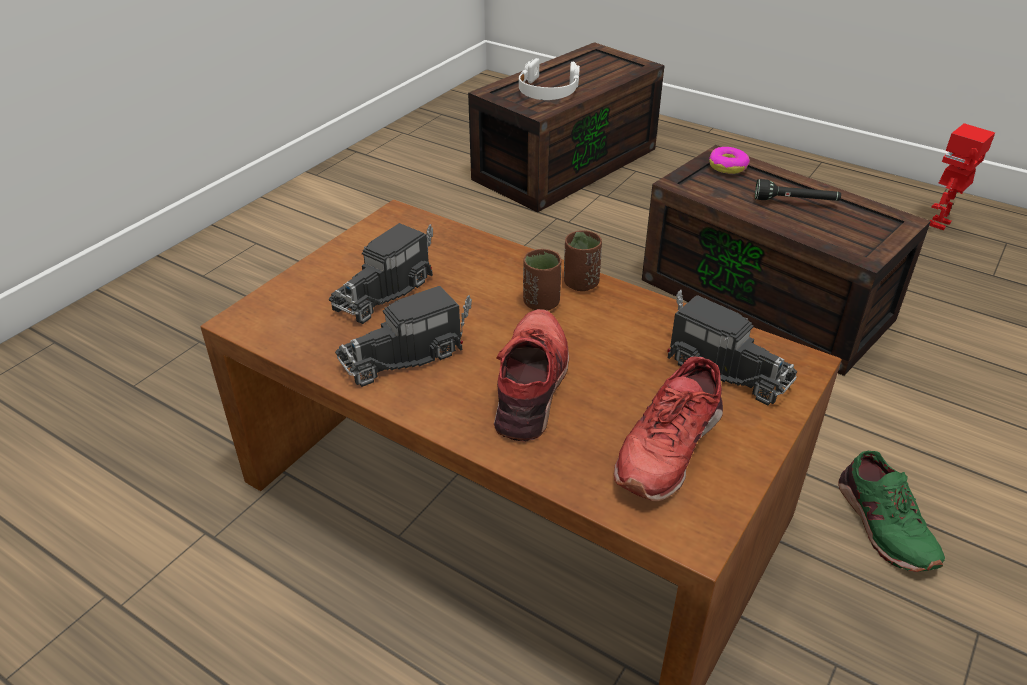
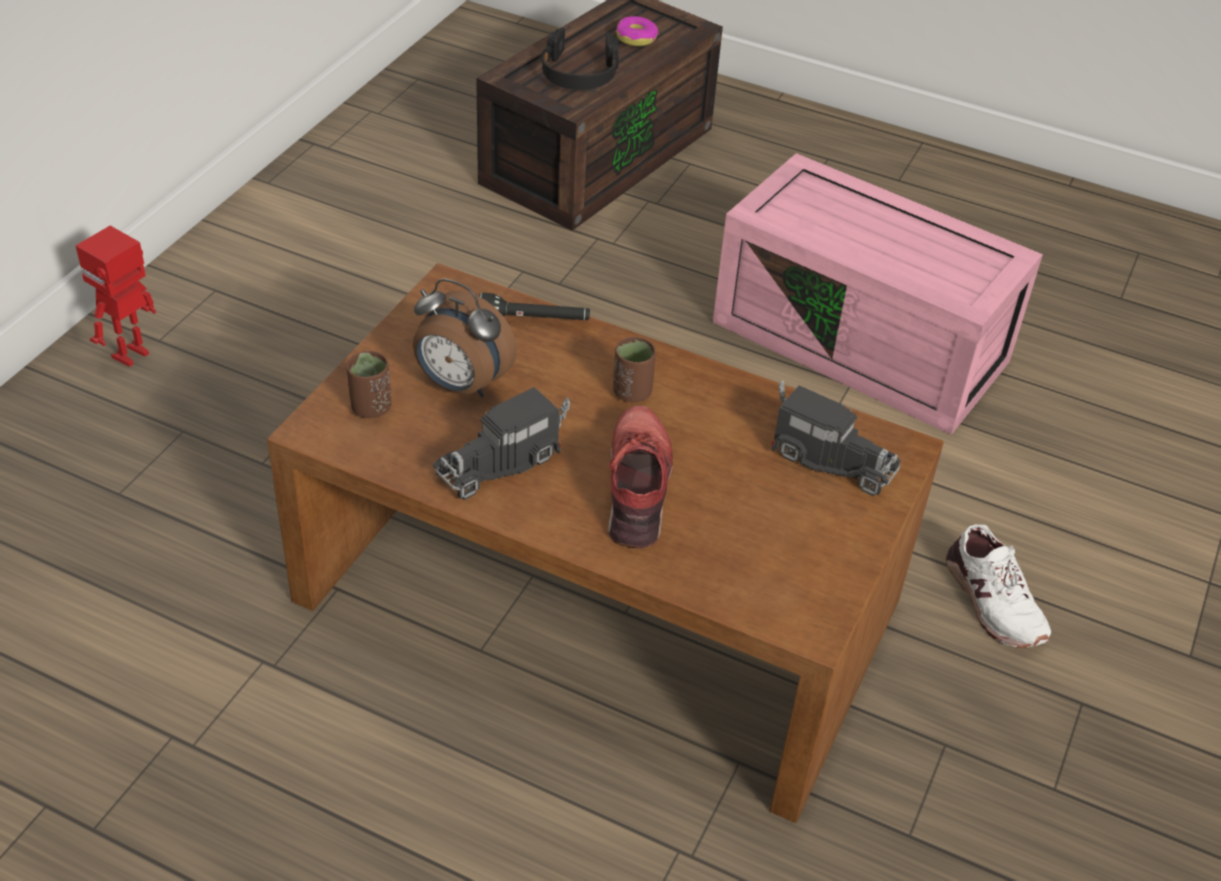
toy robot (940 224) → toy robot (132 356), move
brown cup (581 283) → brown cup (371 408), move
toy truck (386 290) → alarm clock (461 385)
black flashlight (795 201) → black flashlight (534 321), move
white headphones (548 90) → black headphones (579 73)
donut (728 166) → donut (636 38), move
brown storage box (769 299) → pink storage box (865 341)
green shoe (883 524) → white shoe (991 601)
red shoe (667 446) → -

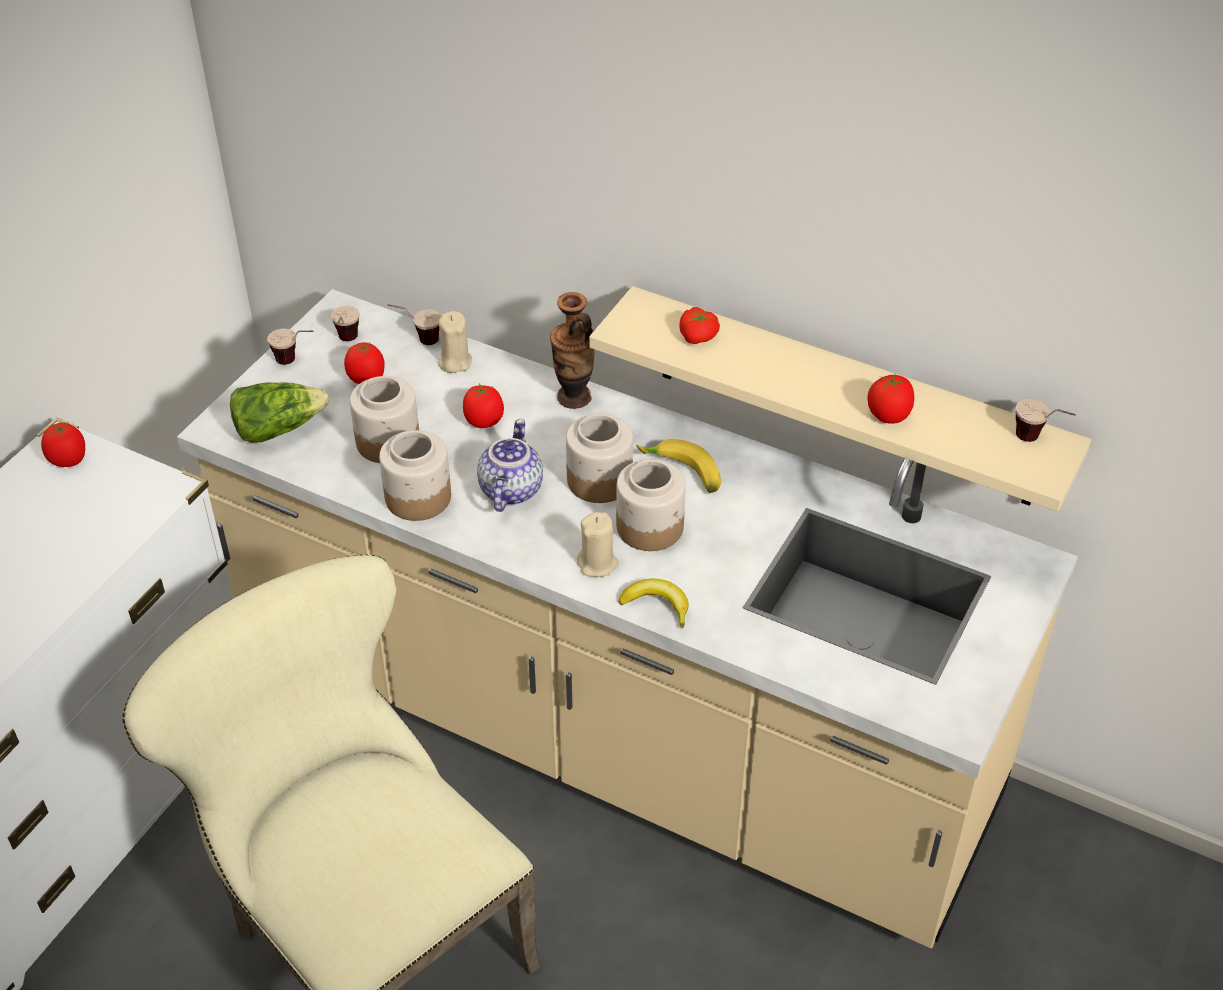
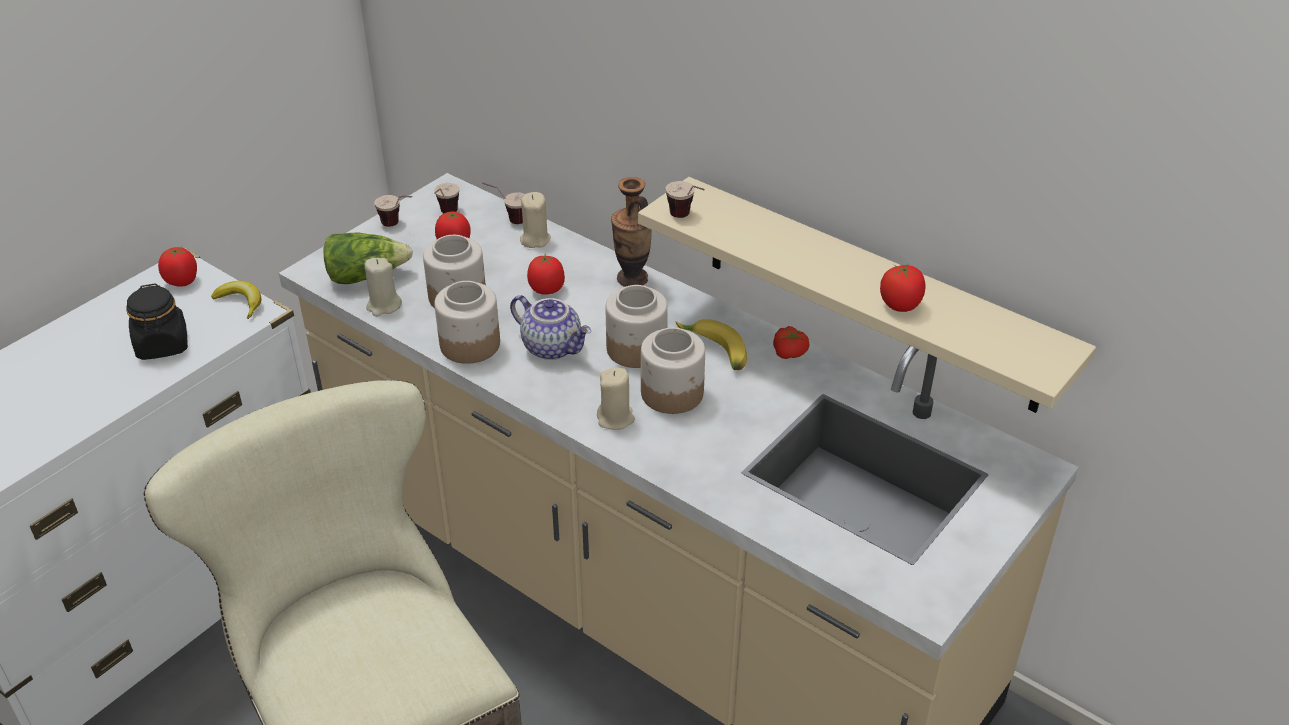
- → black jar (162 345)
banana (657 605) → banana (241 302), move
- → beige candle (383 306)
teapot (509 489) → teapot (553 347), 105 degrees clockwise
cup (1038 441) → cup (686 218), move
tomato (699 336) → tomato (790 352), move

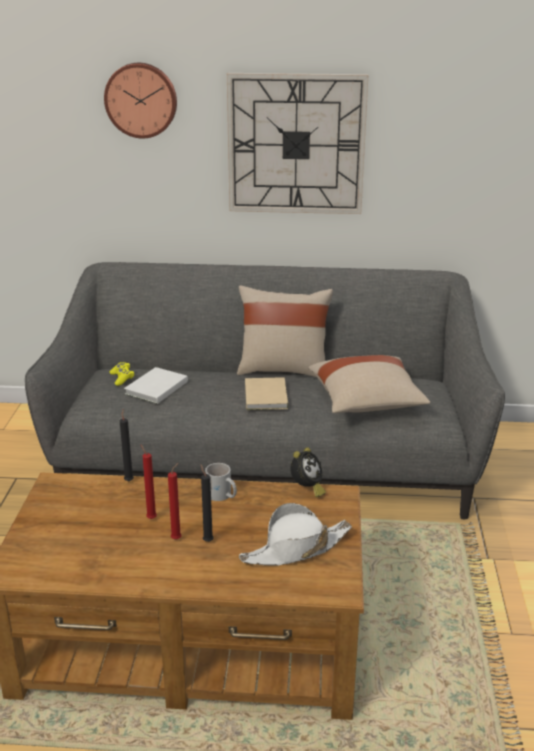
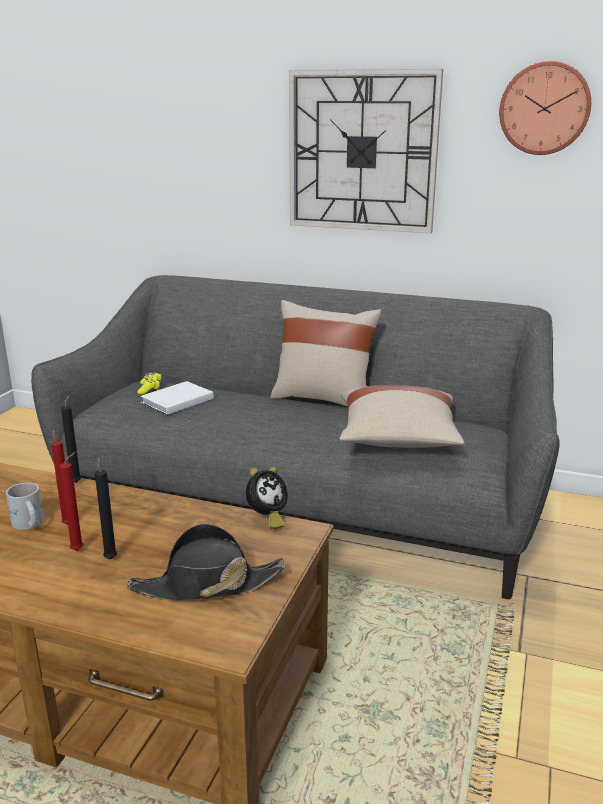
white mug (221 496) → white mug (28 524), move
white hat (295 549) → black hat (207 585)
wall clock (141 100) → wall clock (544 108), move
beige book (266 395) → -

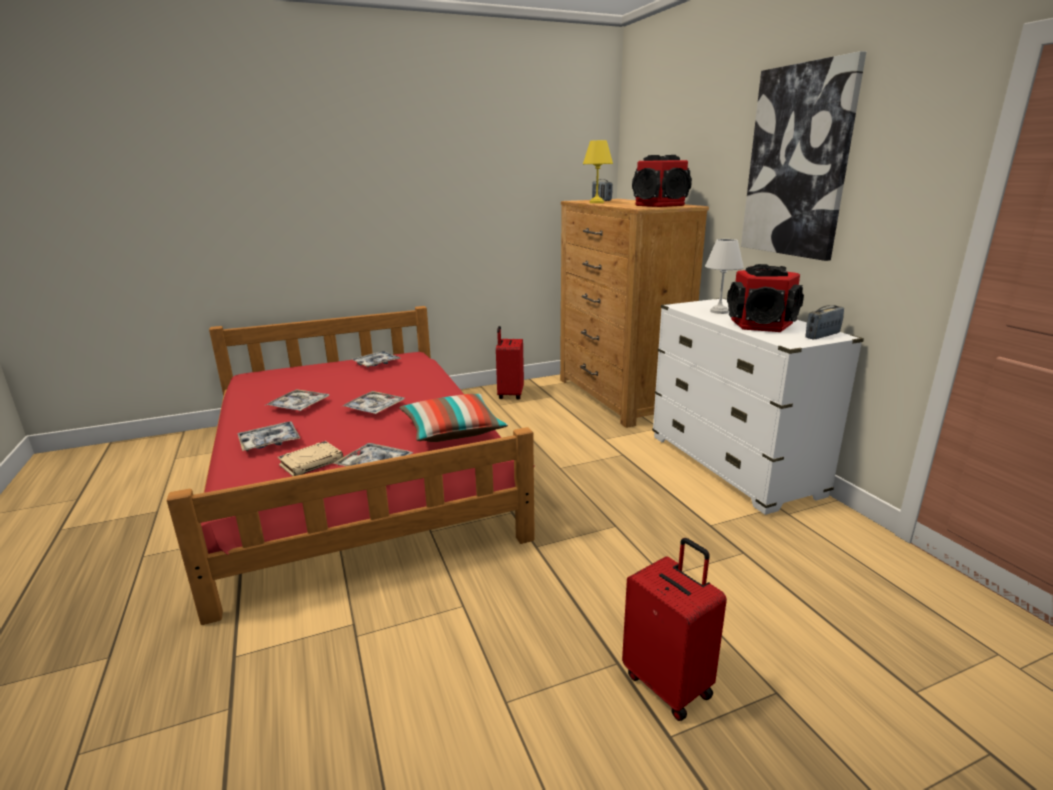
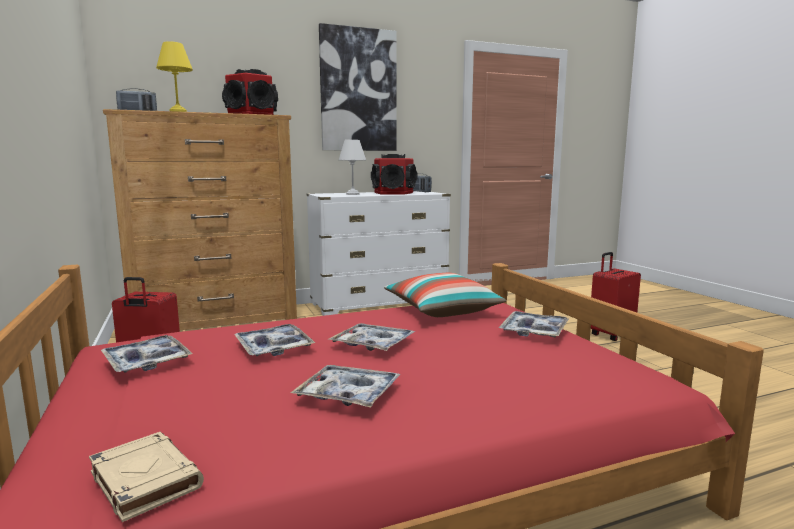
beige book (312 462) → beige book (144 480), move
tray (270 442) → tray (274 347), move

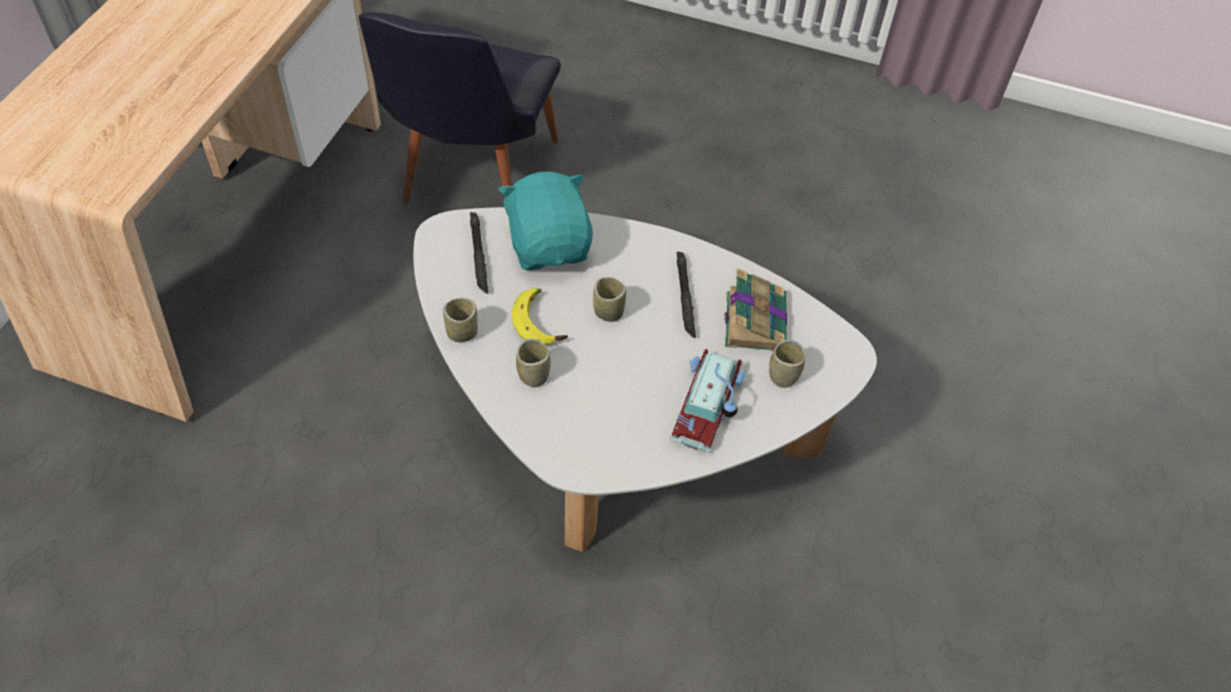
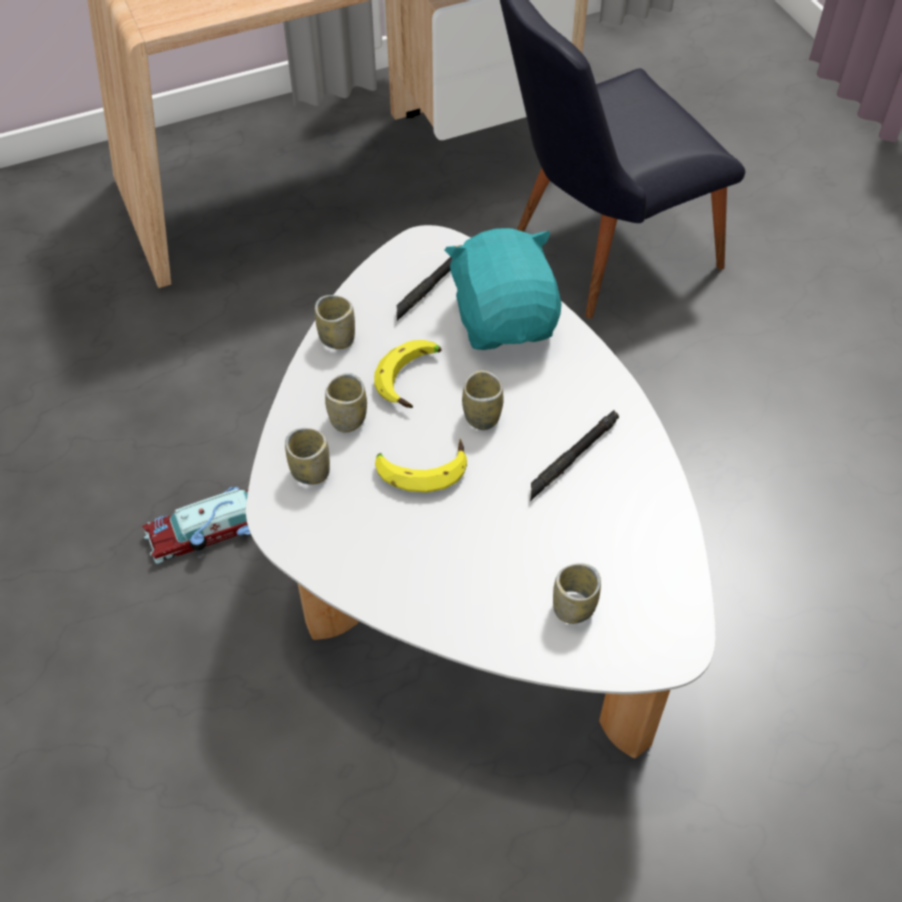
toy car (709 403) → toy car (209 531), move
- → cup (310 472)
- → banana (422 467)
turquoise plush toy (549 245) → turquoise plush toy (505 319), 45 degrees counterclockwise
book (755 320) → -

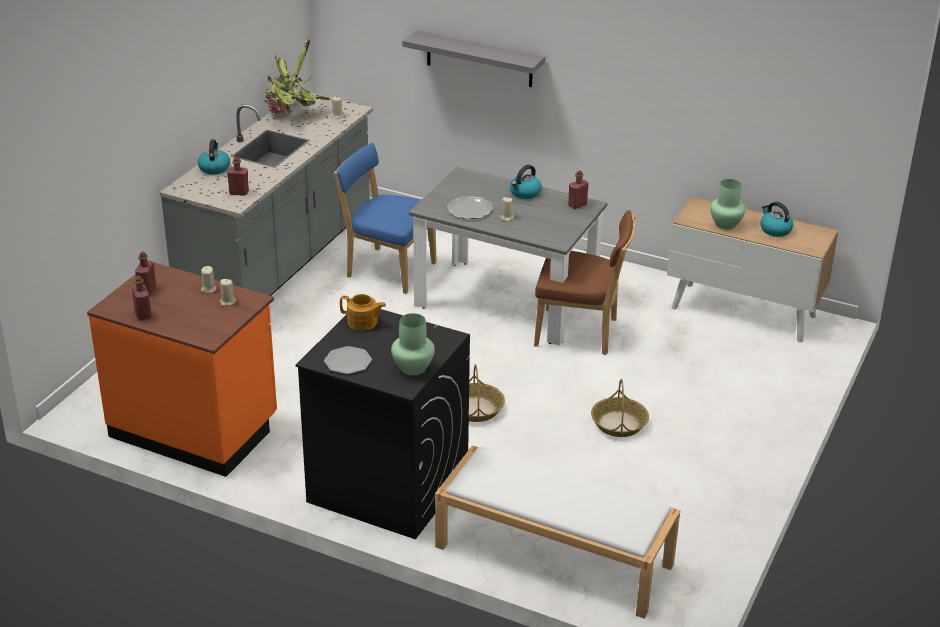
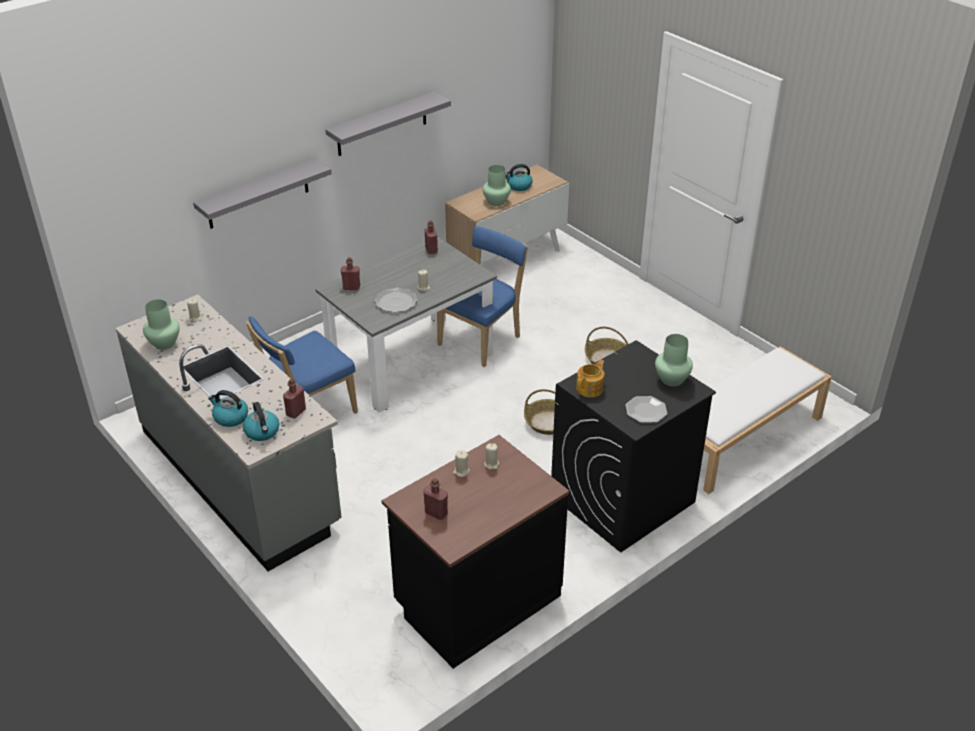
potted plant (293 115) → green vase (165 343)
kettle (525 193) → kettle (262 432), move
- → grey shelf (382 124)
red bottle (143 315) → red bottle (351 287), move
orange counter (195 428) → black counter (476 600)
brown chair (580 333) → blue chair (482 339)

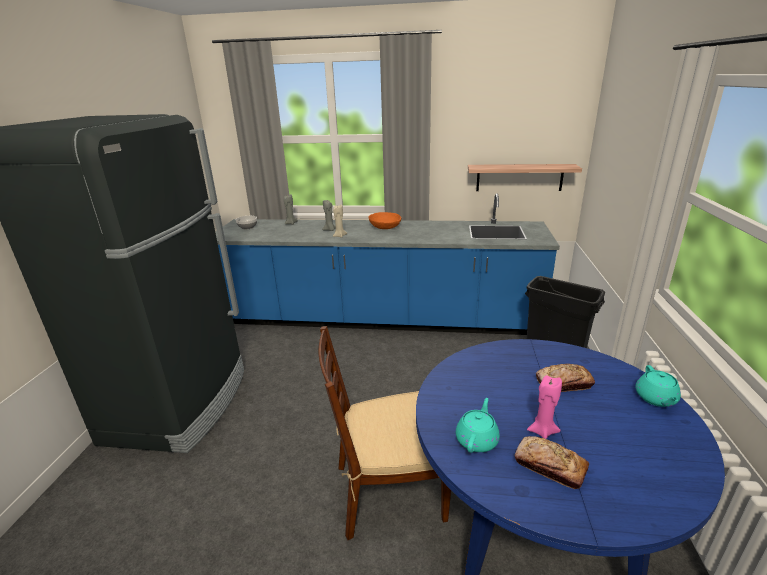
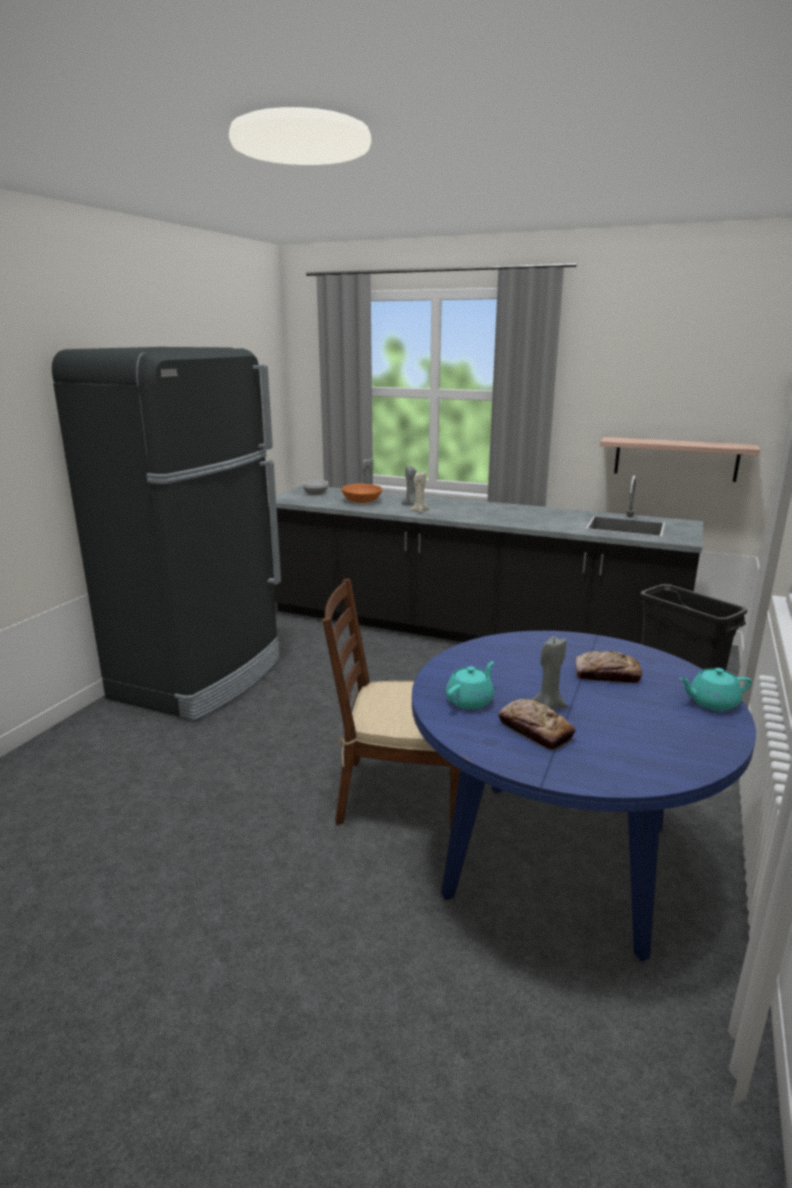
blue counter (380 319) → black counter (464 631)
orange bowl (385 227) → orange bowl (361 501), move
pink candle (542 431) → grey candle (548 705)
turquoise teapot (656 398) → turquoise teapot (712 703), 60 degrees clockwise

